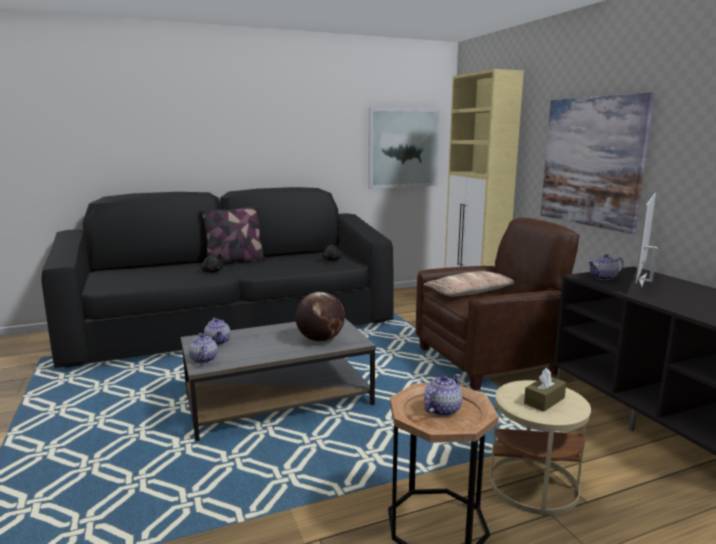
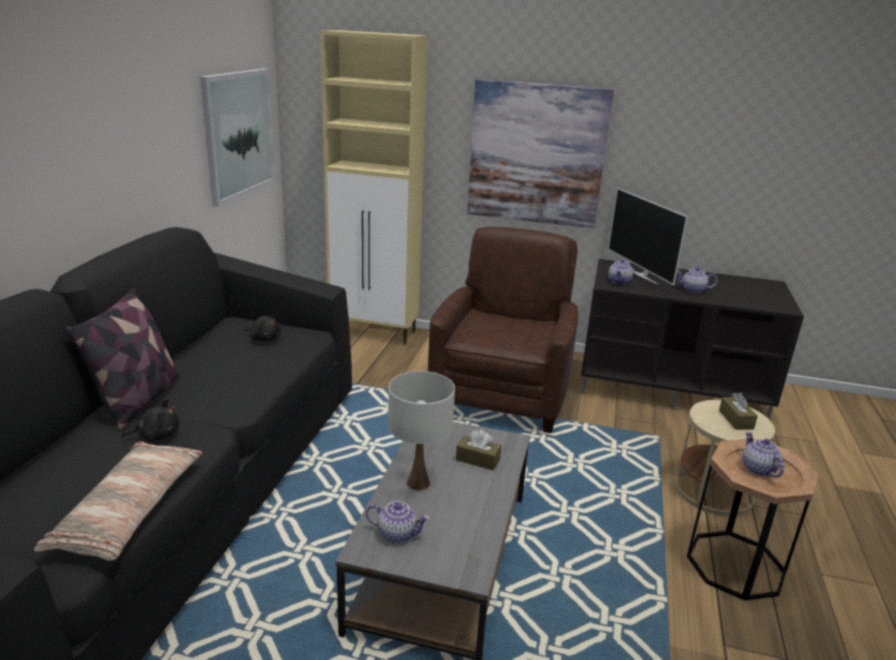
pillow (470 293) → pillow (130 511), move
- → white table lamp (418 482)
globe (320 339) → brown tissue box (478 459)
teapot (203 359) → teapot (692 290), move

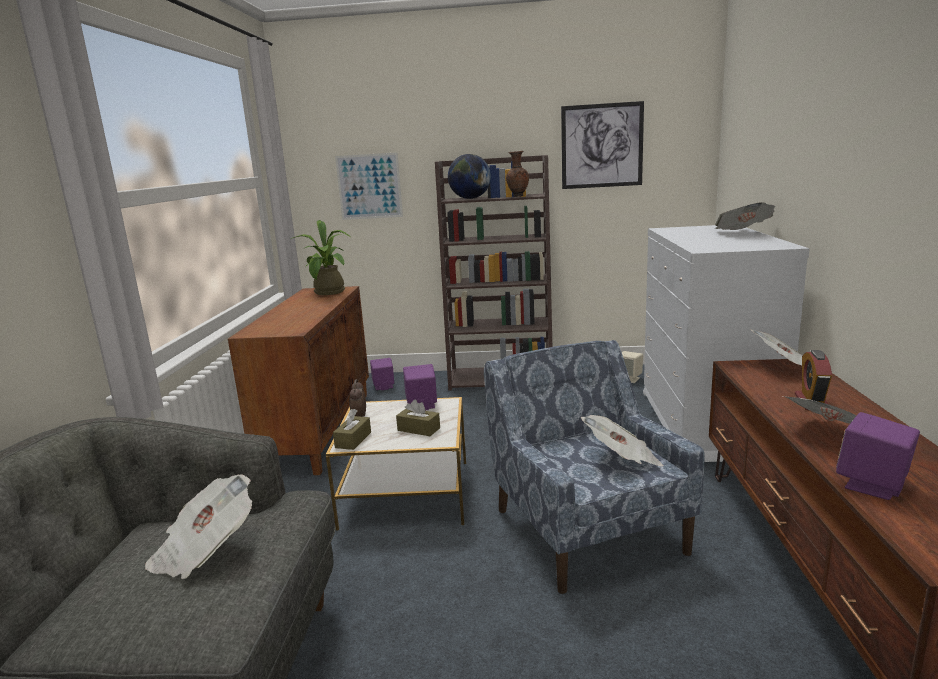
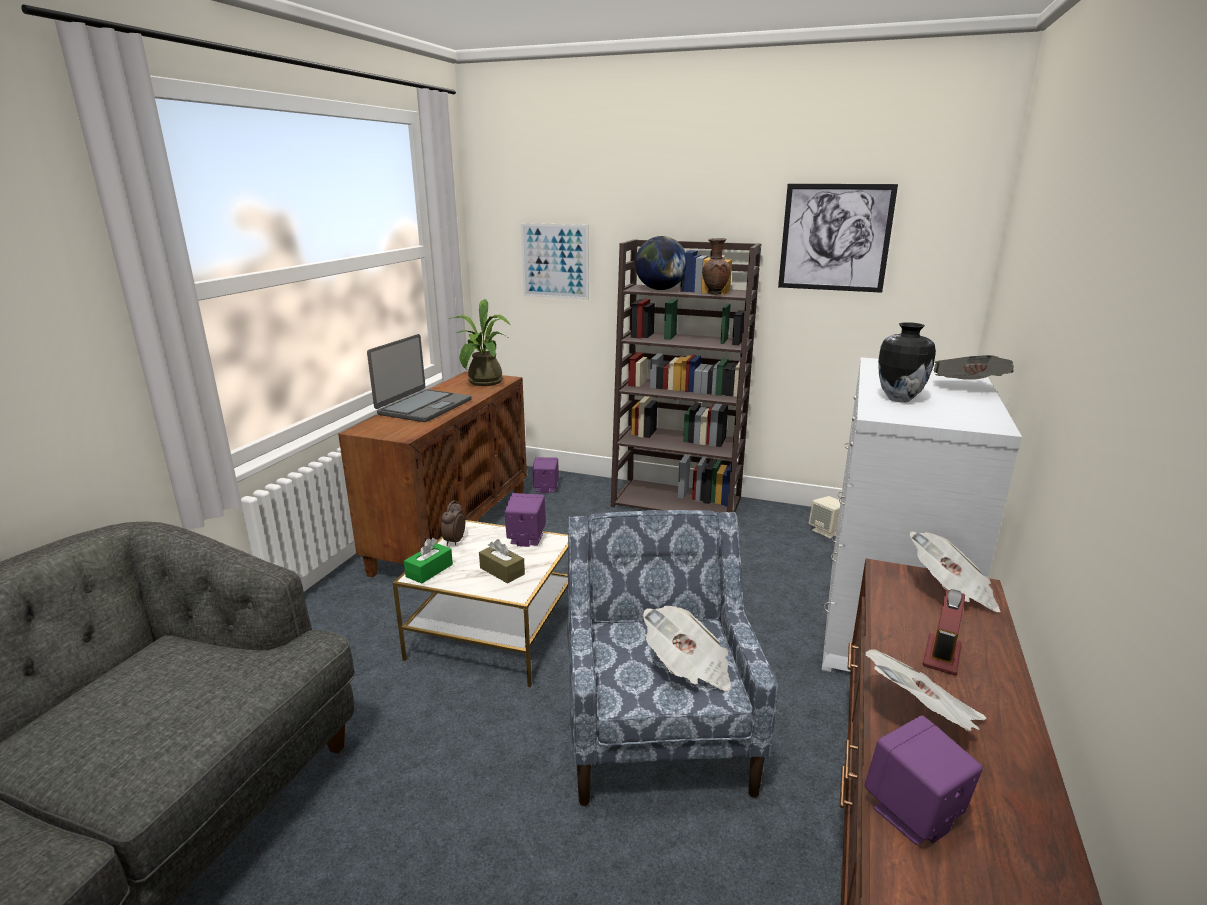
- → laptop (423 407)
brown tissue box (353 440) → green tissue box (429 570)
- → vase (898 399)
newspaper (205 550) → -

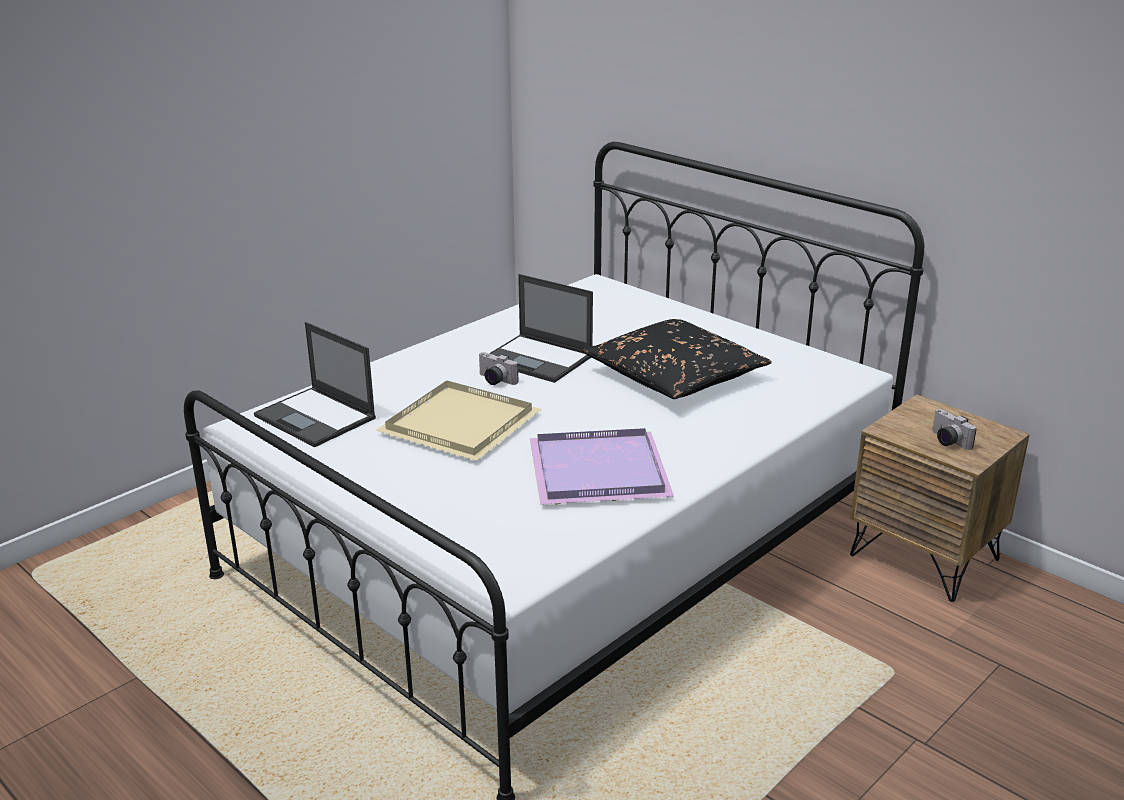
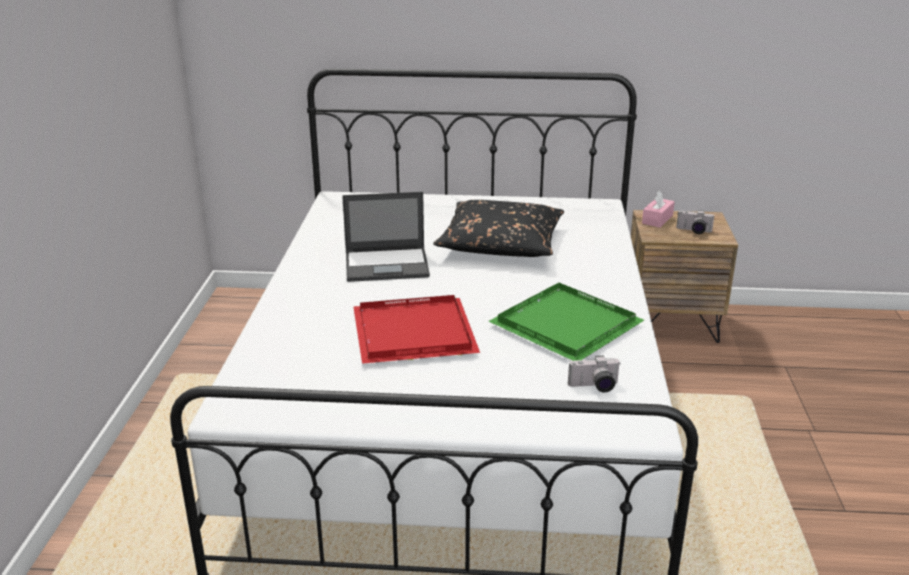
beige tray (459 423) → red tray (411 332)
purple tray (600 470) → green tray (565 323)
photo camera (494 380) → photo camera (594 387), move
- → pink tissue box (657 219)
laptop (316 417) → -

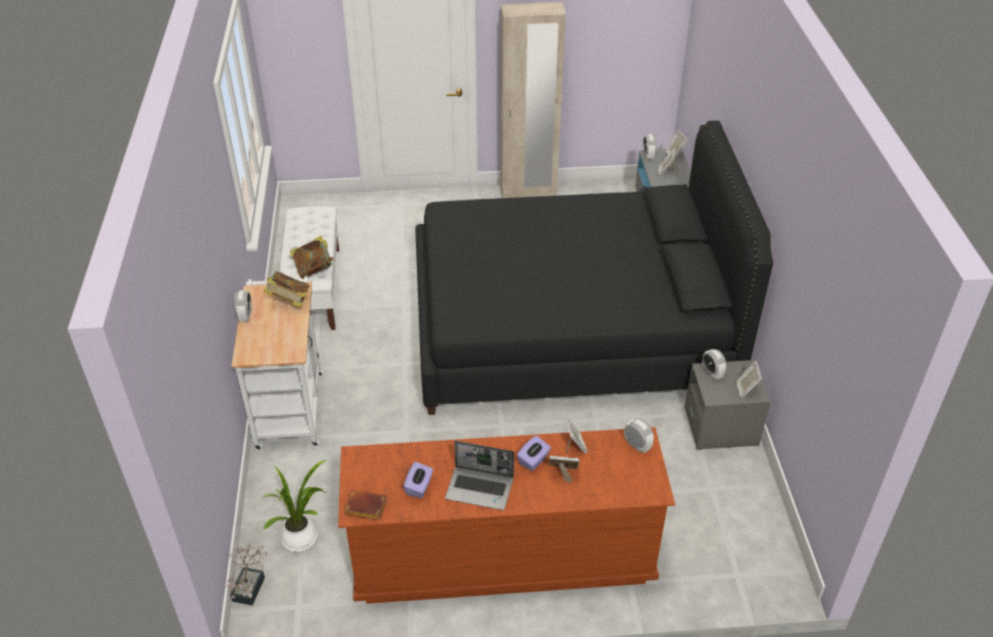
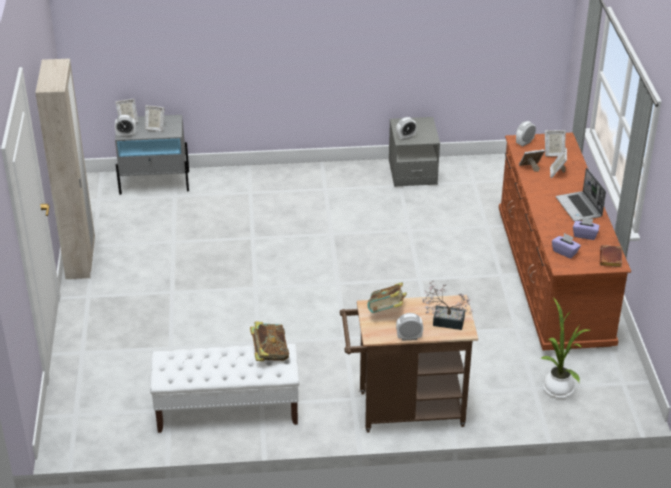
white cart (290 405) → brown cart (403 410)
potted plant (251 585) → potted plant (444 320), move
picture frame (746 389) → picture frame (553 153), move
purple tissue box (533 460) → purple tissue box (565 252), move
laptop (480 488) → laptop (579 208), 150 degrees clockwise
black bed (569 329) → -

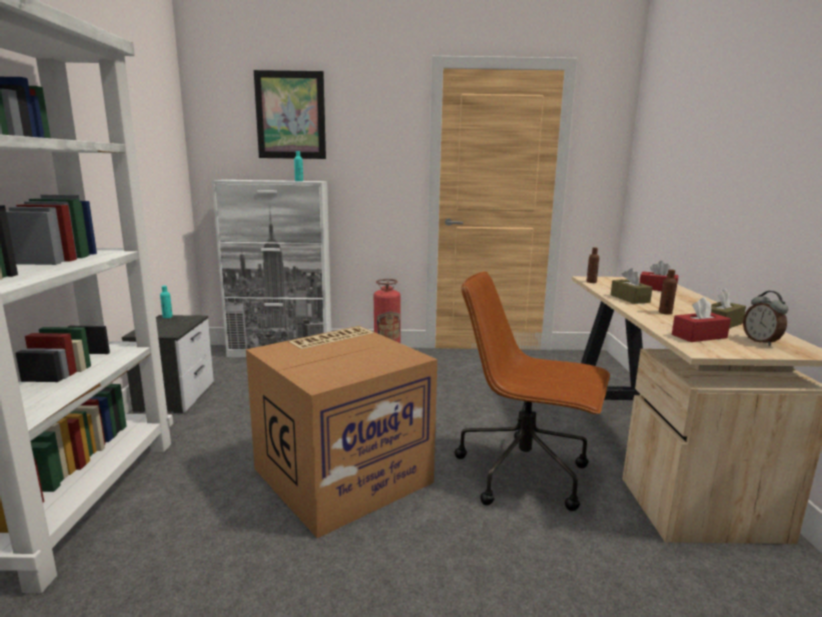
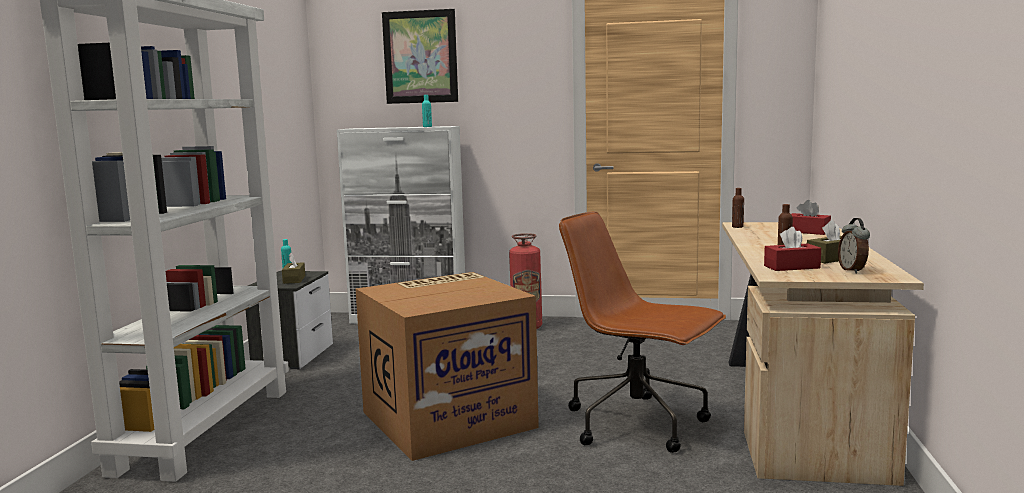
brown tissue box (629 298) → brown tissue box (294 279), move

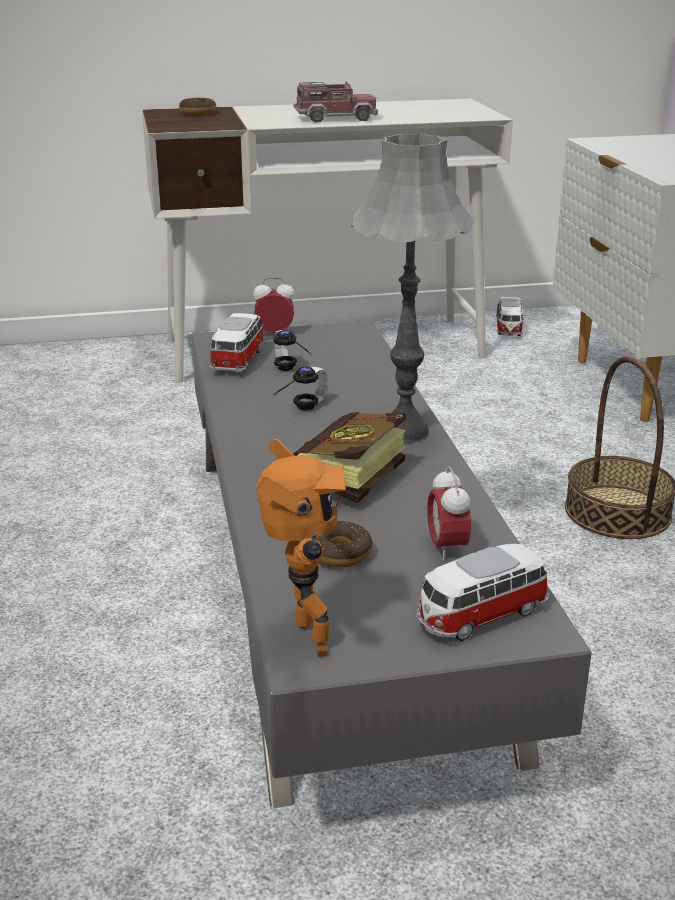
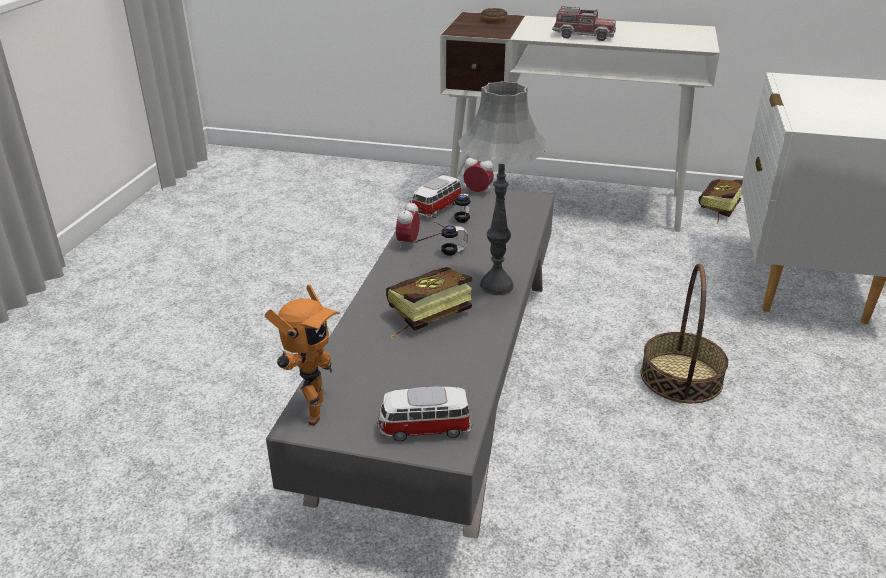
alarm clock (447 548) → alarm clock (408 243), move
toy car (508 329) → book (717 211)
donut (339 553) → -

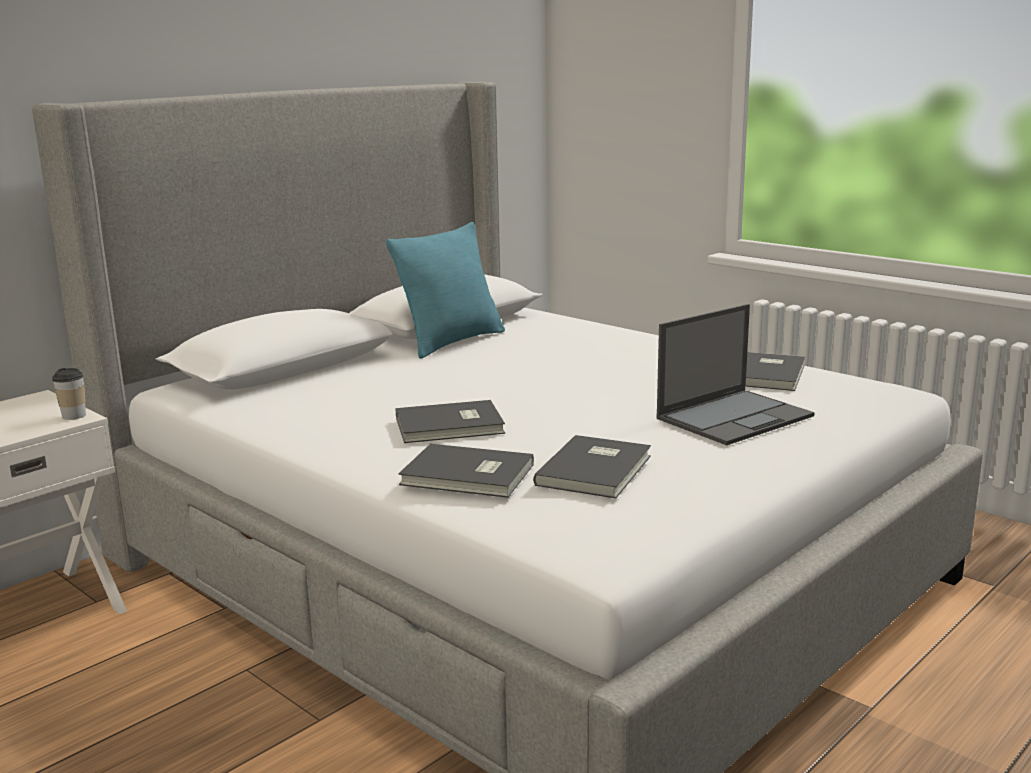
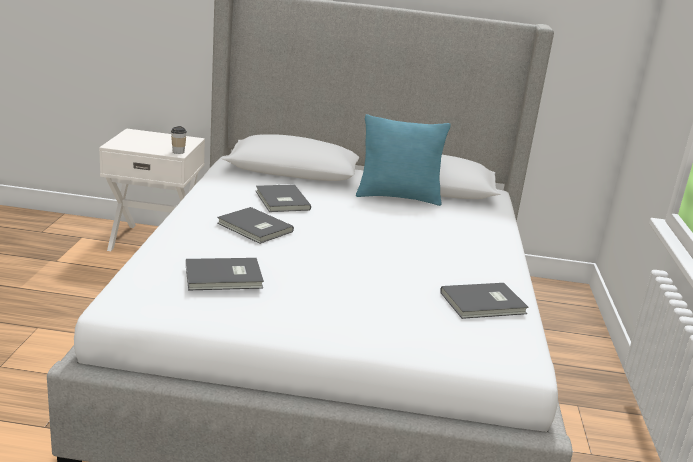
grey book (468 476) → grey book (281 201), move
laptop (735 417) → -

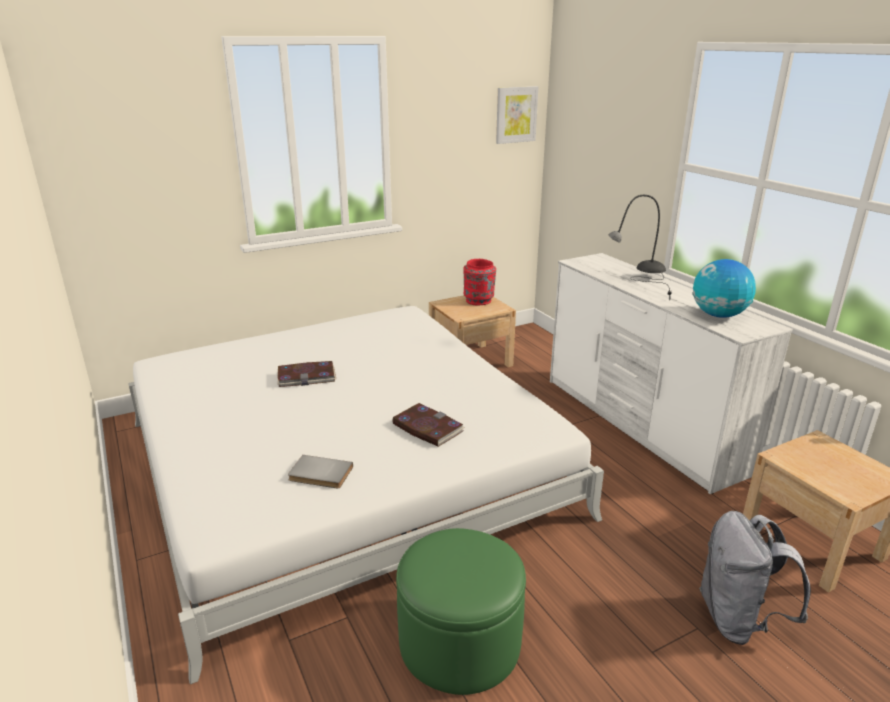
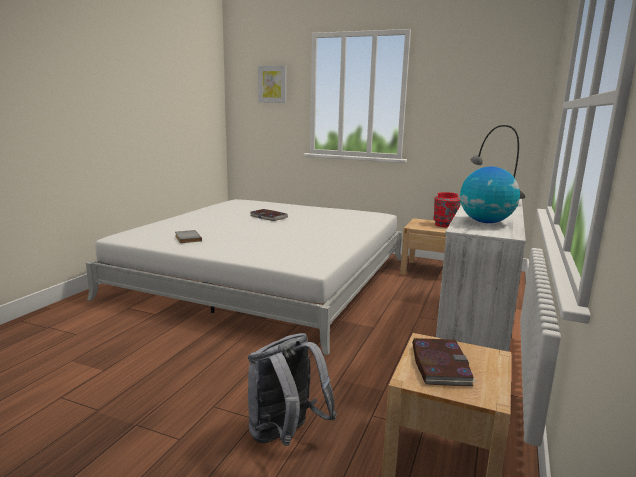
picture (516 114) → picture (272 84), move
book (427 428) → book (440 365), move
green ottoman (460 641) → -

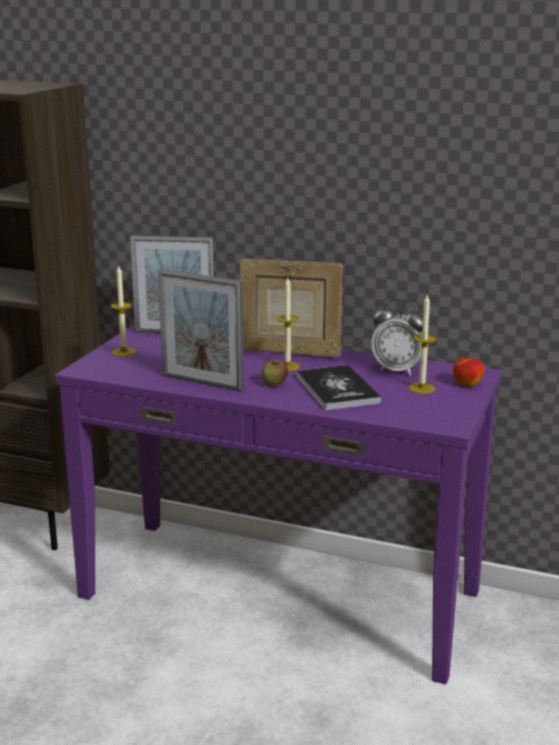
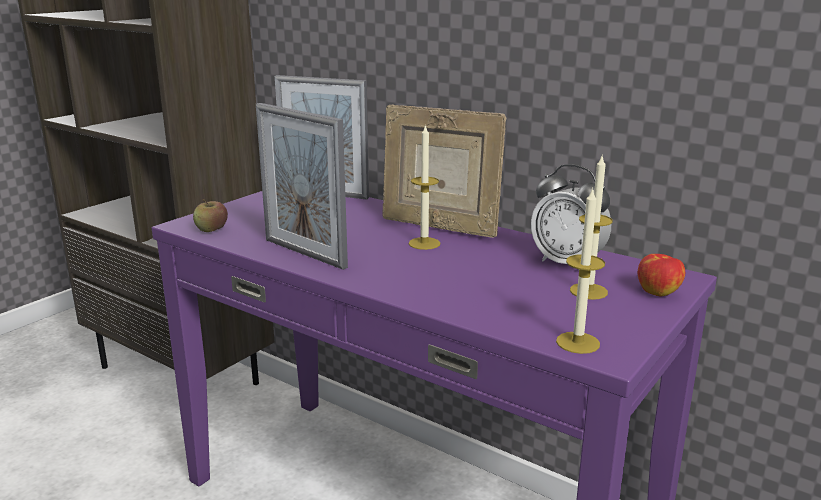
apple (274 384) → apple (212 229), move
candle (123 352) → candle (577 342), move
book (337 389) → -

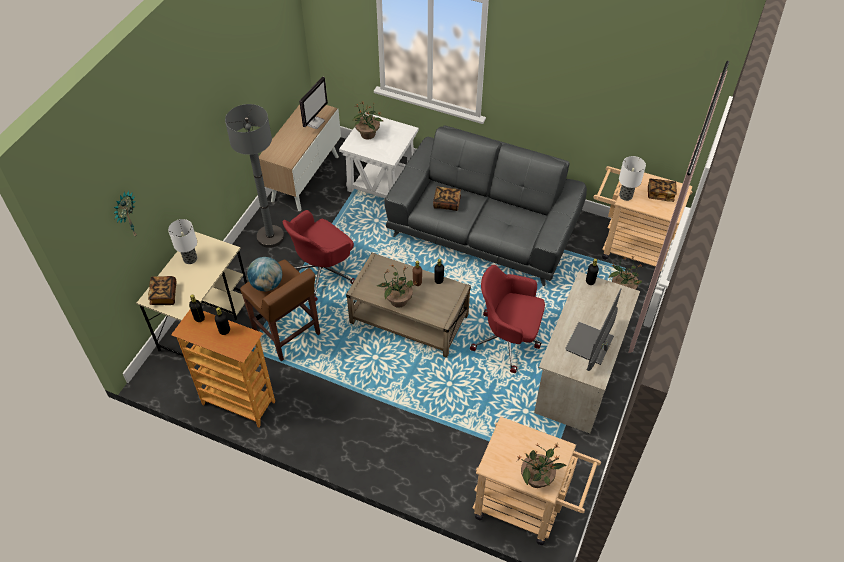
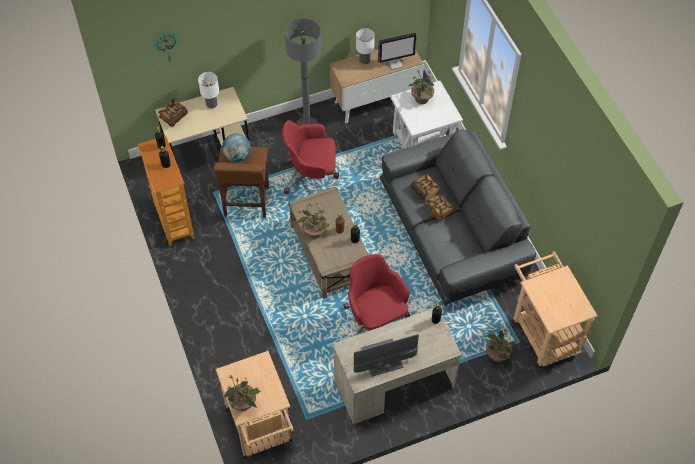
table lamp (626 196) → table lamp (365 60), move
book (660 194) → book (439 210), move

